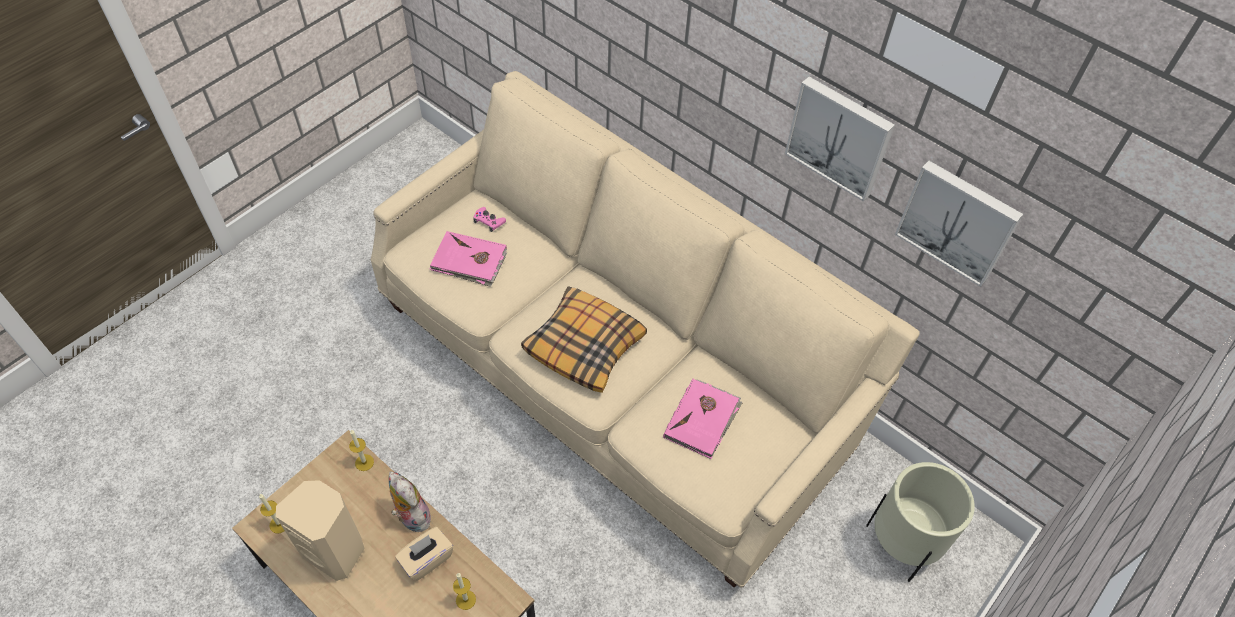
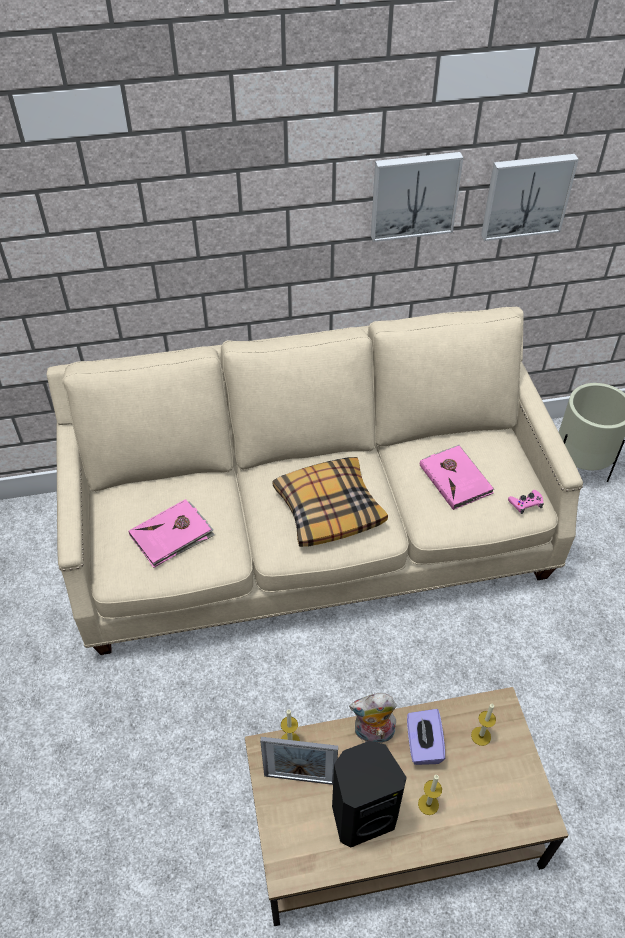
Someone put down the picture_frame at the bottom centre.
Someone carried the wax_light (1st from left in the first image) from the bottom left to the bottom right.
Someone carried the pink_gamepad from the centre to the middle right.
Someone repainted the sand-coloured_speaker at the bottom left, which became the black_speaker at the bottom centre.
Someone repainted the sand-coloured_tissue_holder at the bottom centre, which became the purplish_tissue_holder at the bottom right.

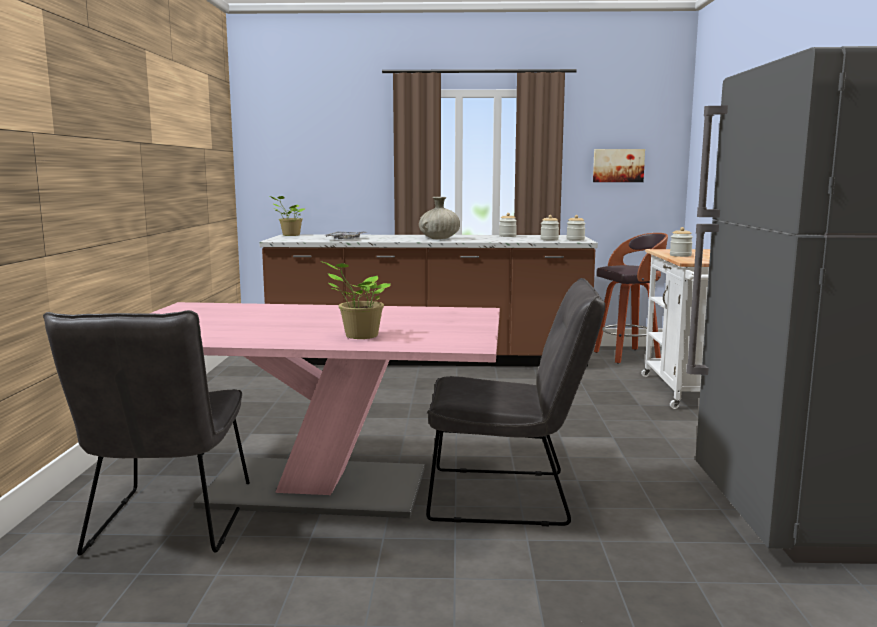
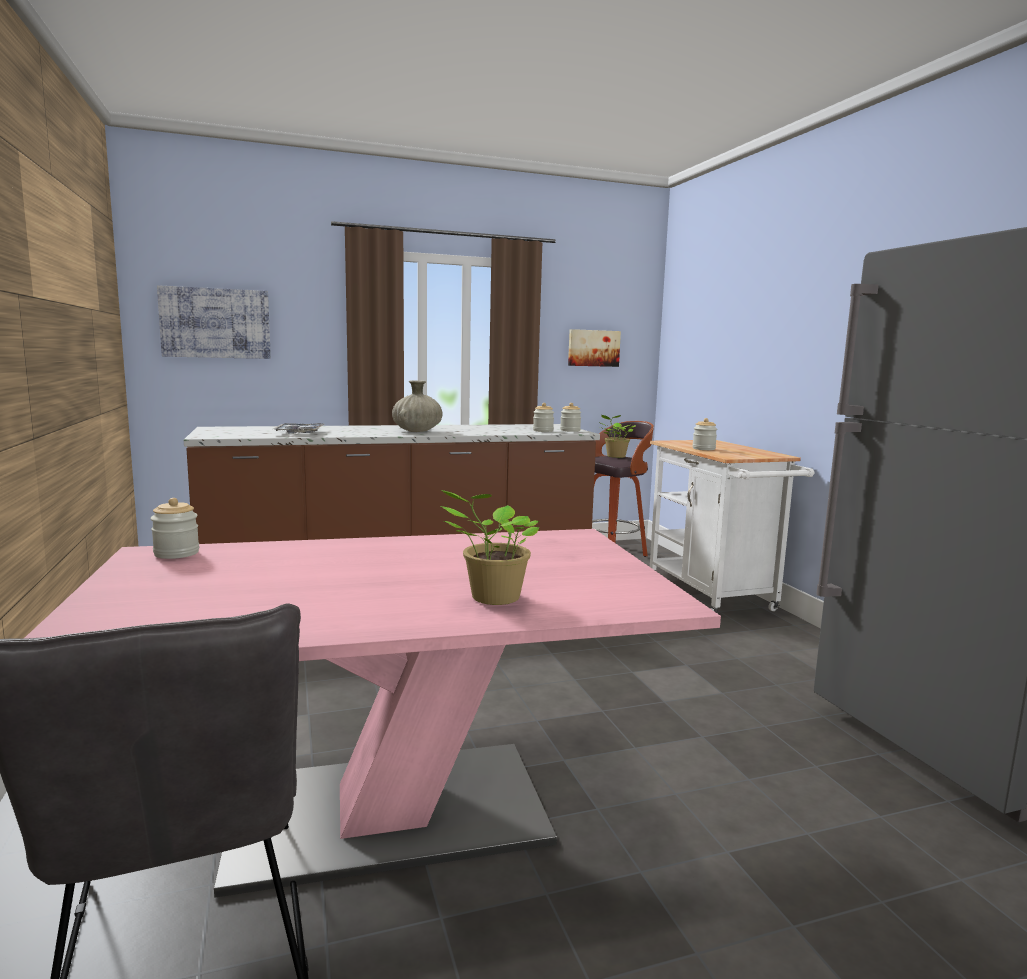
Someone took away the greyish_plain_chair (2nd from left) at the centre.
Someone put up the wall_picture (1st from left) at the top left.
Someone carried the houseplant (1st from left in the first image) from the middle left to the centre.
Someone carried the preserve_jar (1st from left) from the centre to the middle left.

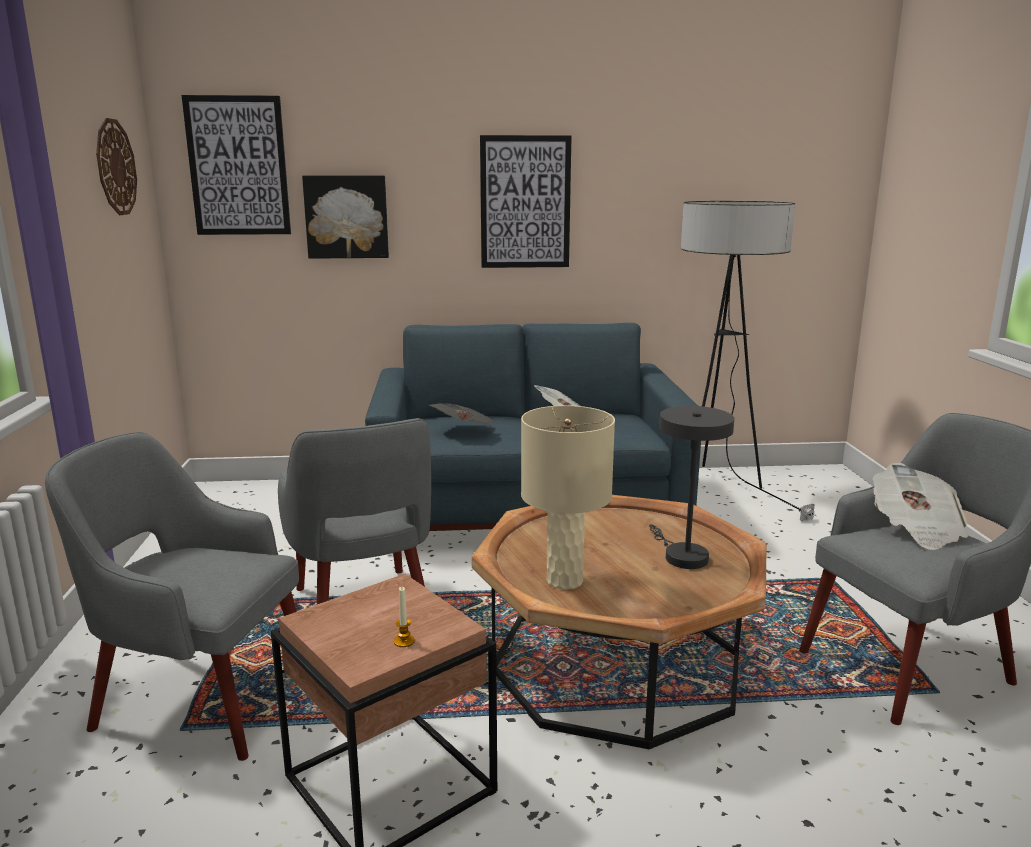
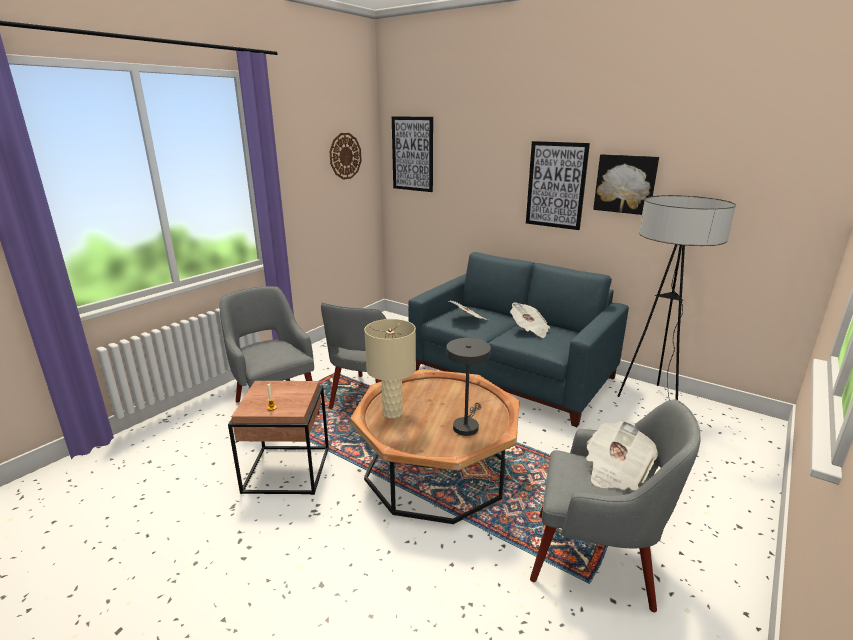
Someone carried the wall_picture (2nd from left in the first image) from the top centre to the top right.

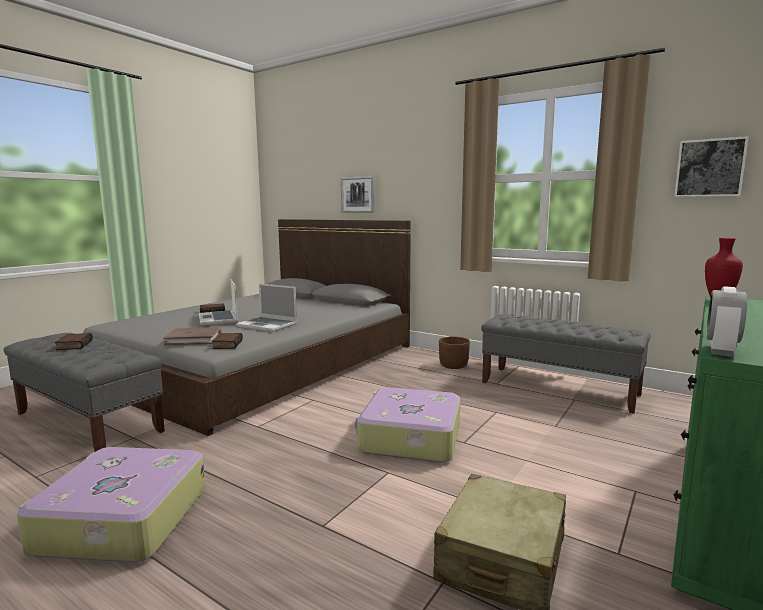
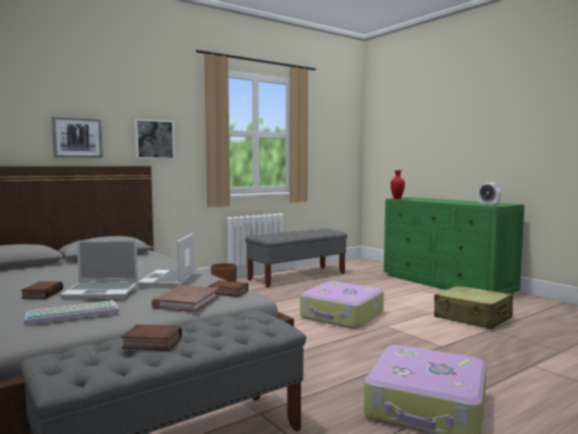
Someone put down the PC_keyboard at the bottom left.
Someone carried the wall_picture (2nd from left) from the top right to the top left.
Someone rotated the notebook_computer (2nd from left) at the centre by 135 degrees clockwise.

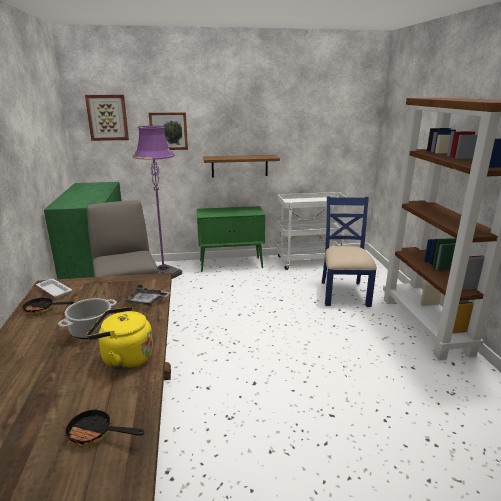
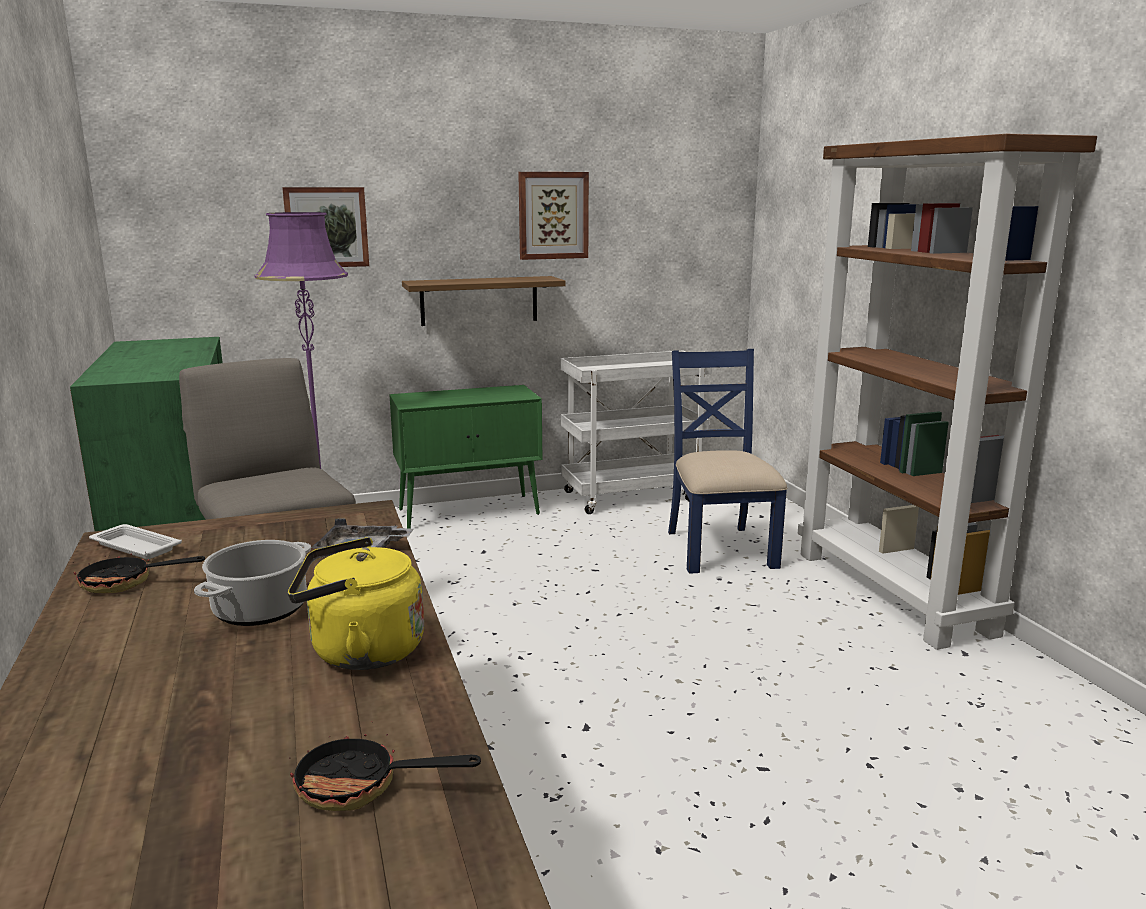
Someone carried the wall_picture (1st from left in the first image) from the top left to the top centre.

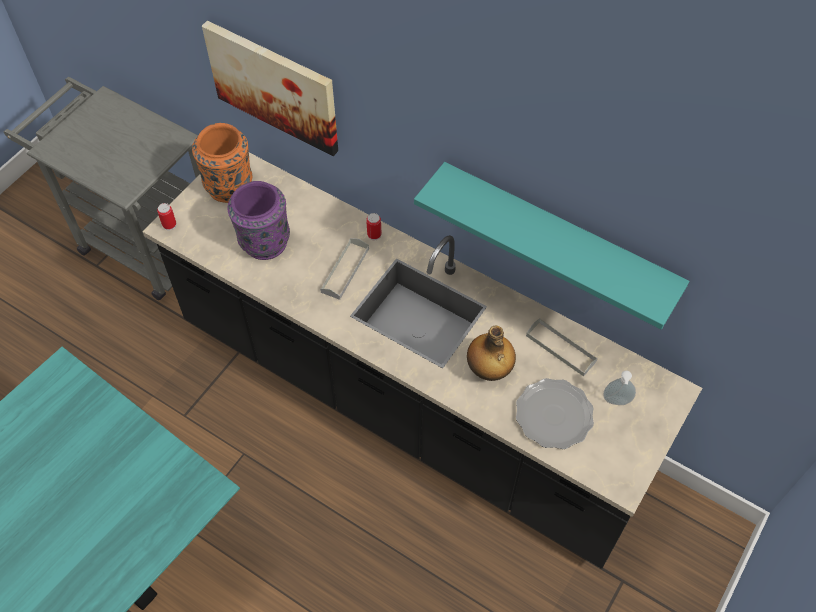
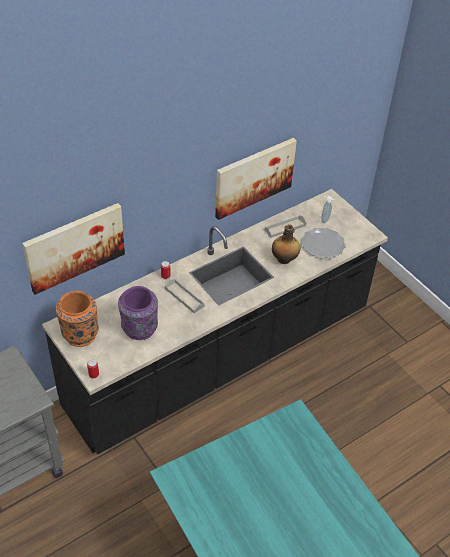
Someone swapped the turquoise-coloured_shelf at the middle right for the wall_picture (2nd from left) at the top centre.

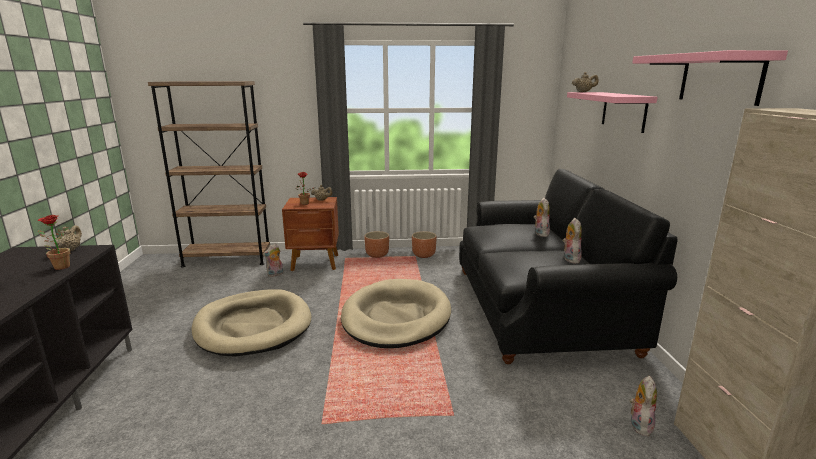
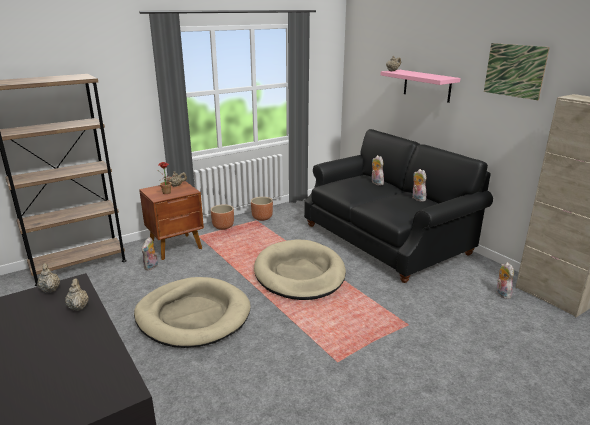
Someone swapped the houseplant (1st from left) at the middle left for the sand-coloured_teapot (2nd from left) at the bottom left.
Someone swapped the pink_shelf (2nd from left) at the top right for the wall_picture at the top right.

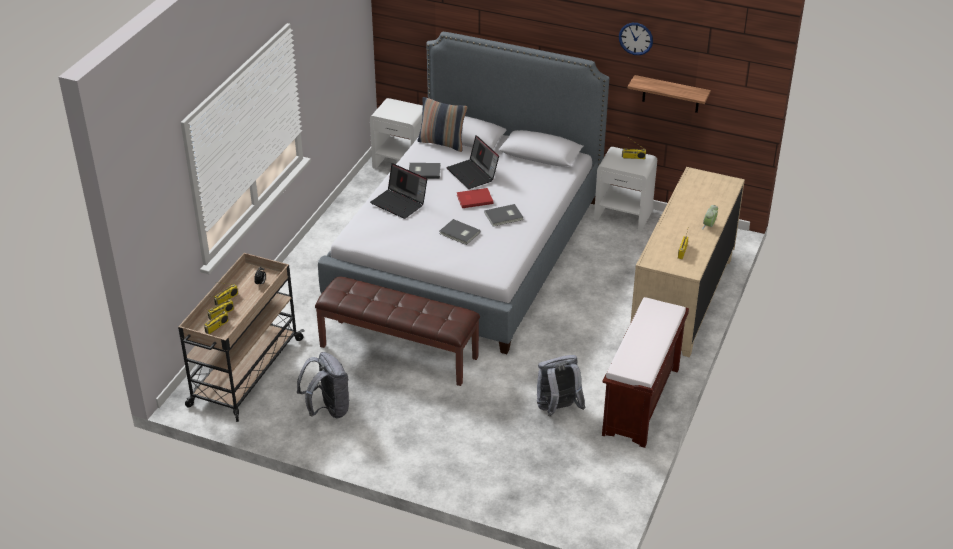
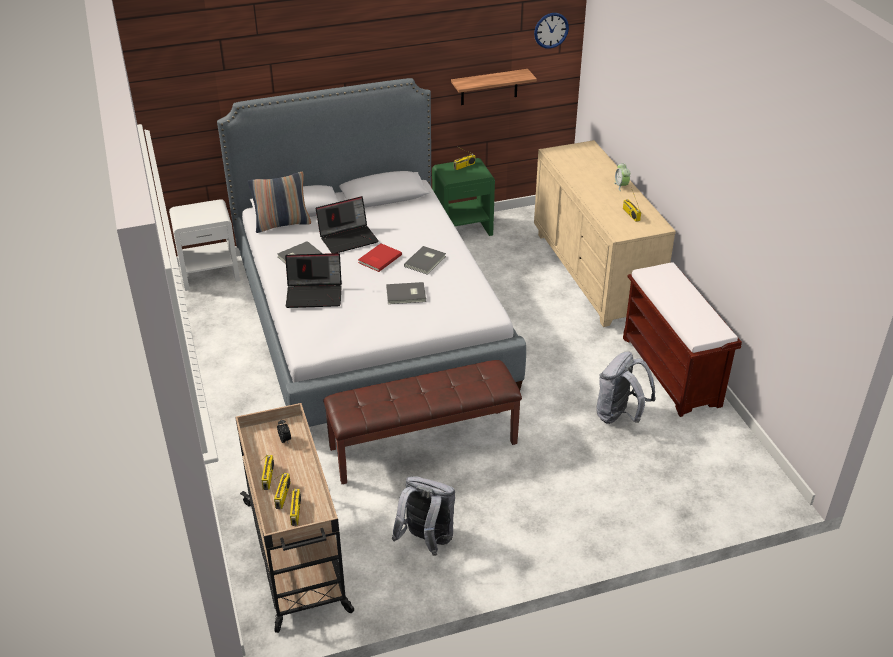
Someone carried the wall_clock from the top right to the top centre.
Someone repainted the whitish_nightstand (2nd from left) at the centre, which became the greenish_nightstand at the top centre.
Someone rotated the notebook_computer (2nd from left) at the top centre by 45 degrees counterclockwise.

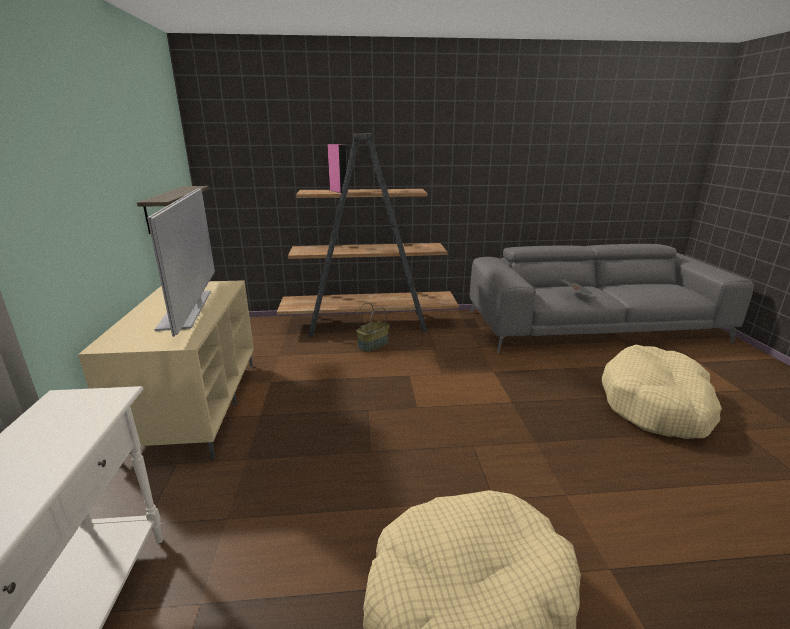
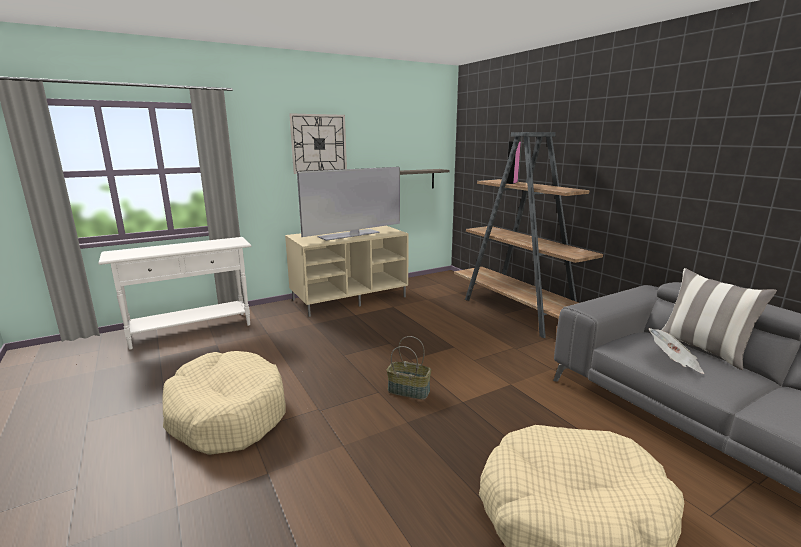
Someone put up the wall_clock at the top centre.
Someone put down the throw_pillow at the middle right.
Someone carried the storage_basket from the centre to the bottom centre.

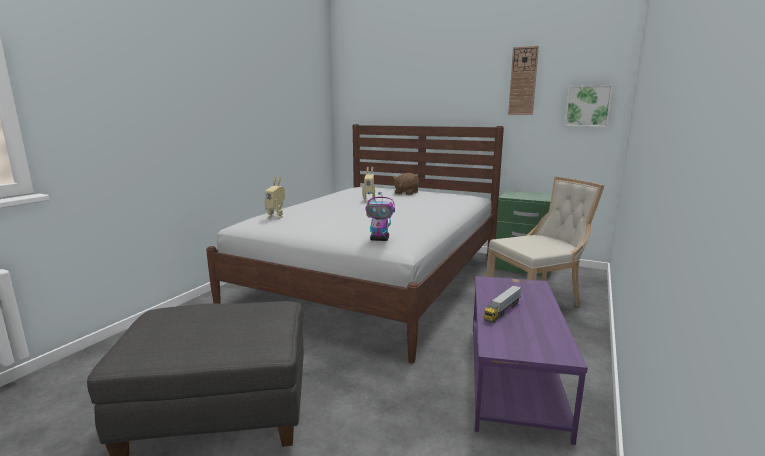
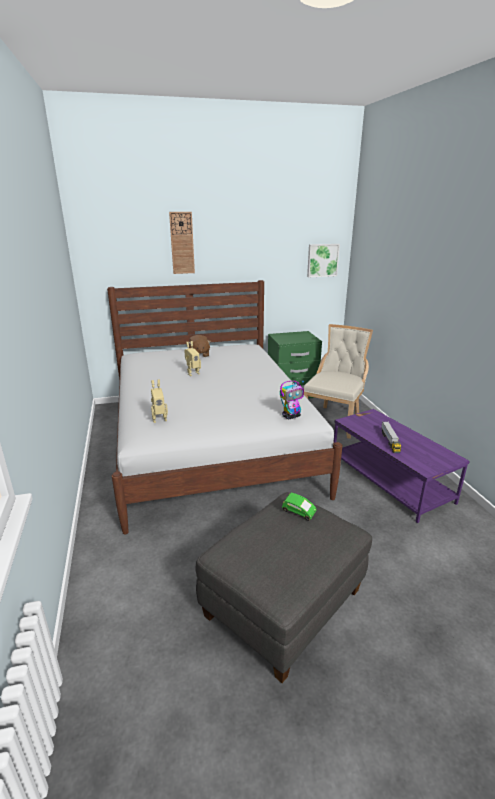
Someone put down the greenish_toy_car at the centre.
Someone carried the wall_clock from the top right to the top centre.

